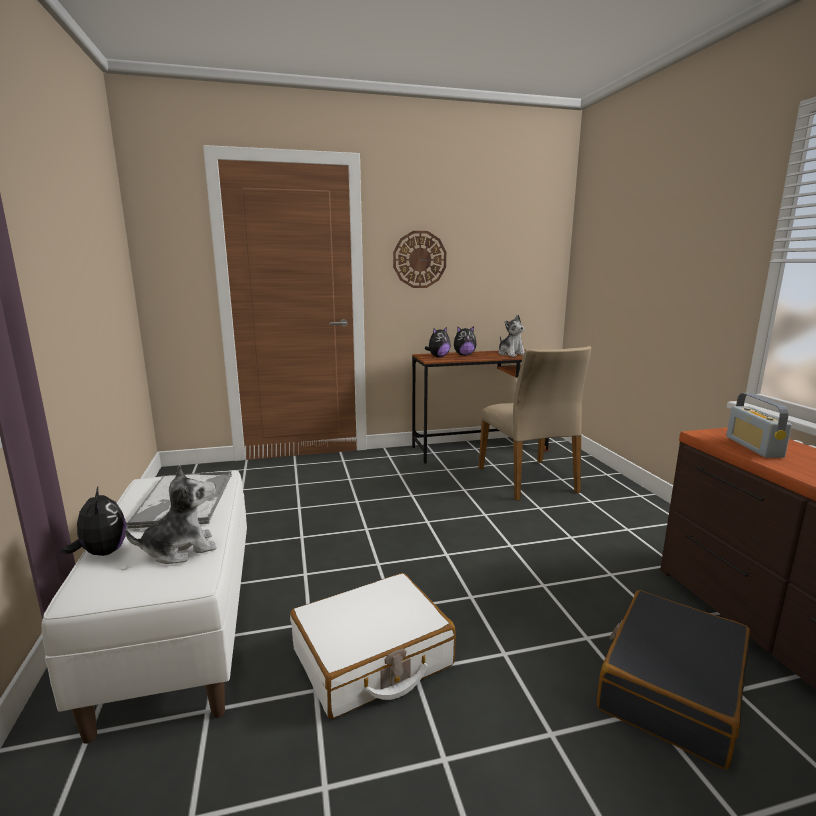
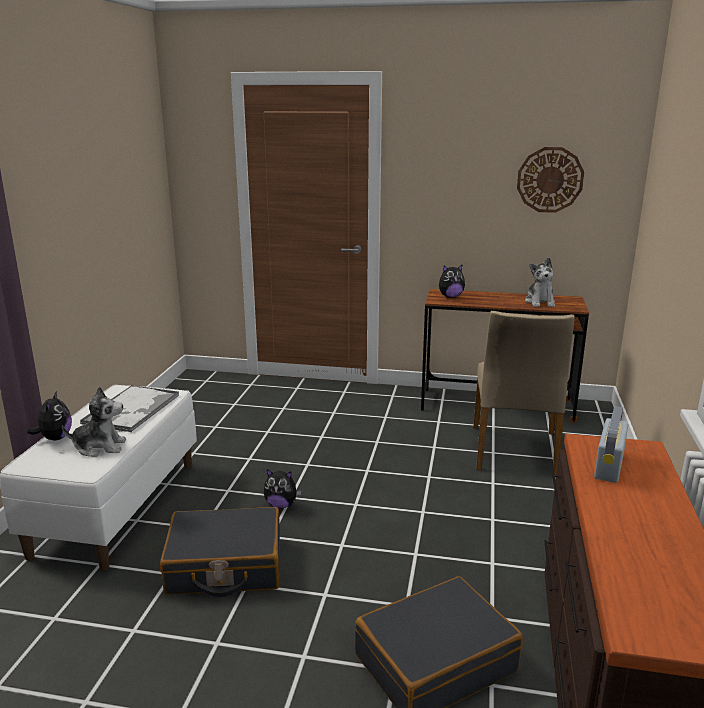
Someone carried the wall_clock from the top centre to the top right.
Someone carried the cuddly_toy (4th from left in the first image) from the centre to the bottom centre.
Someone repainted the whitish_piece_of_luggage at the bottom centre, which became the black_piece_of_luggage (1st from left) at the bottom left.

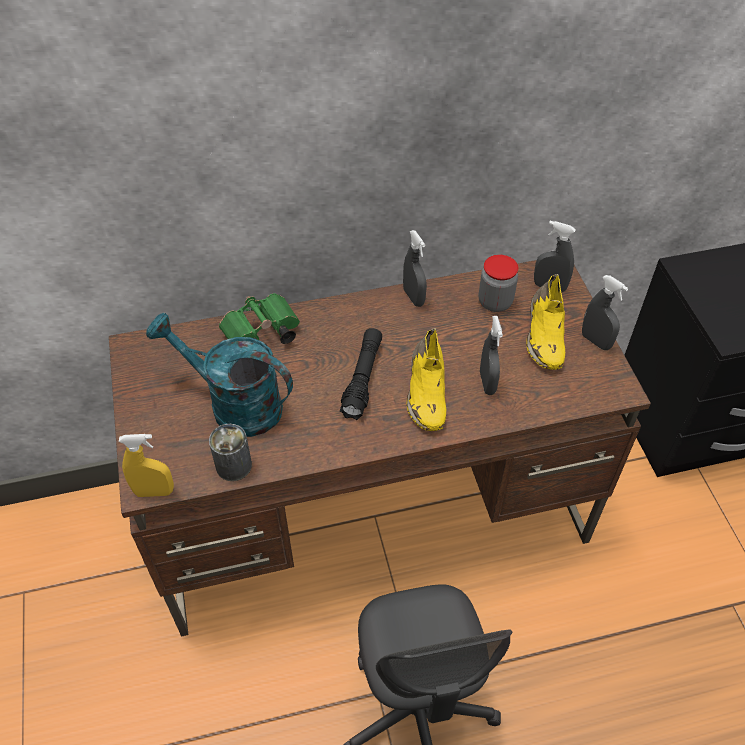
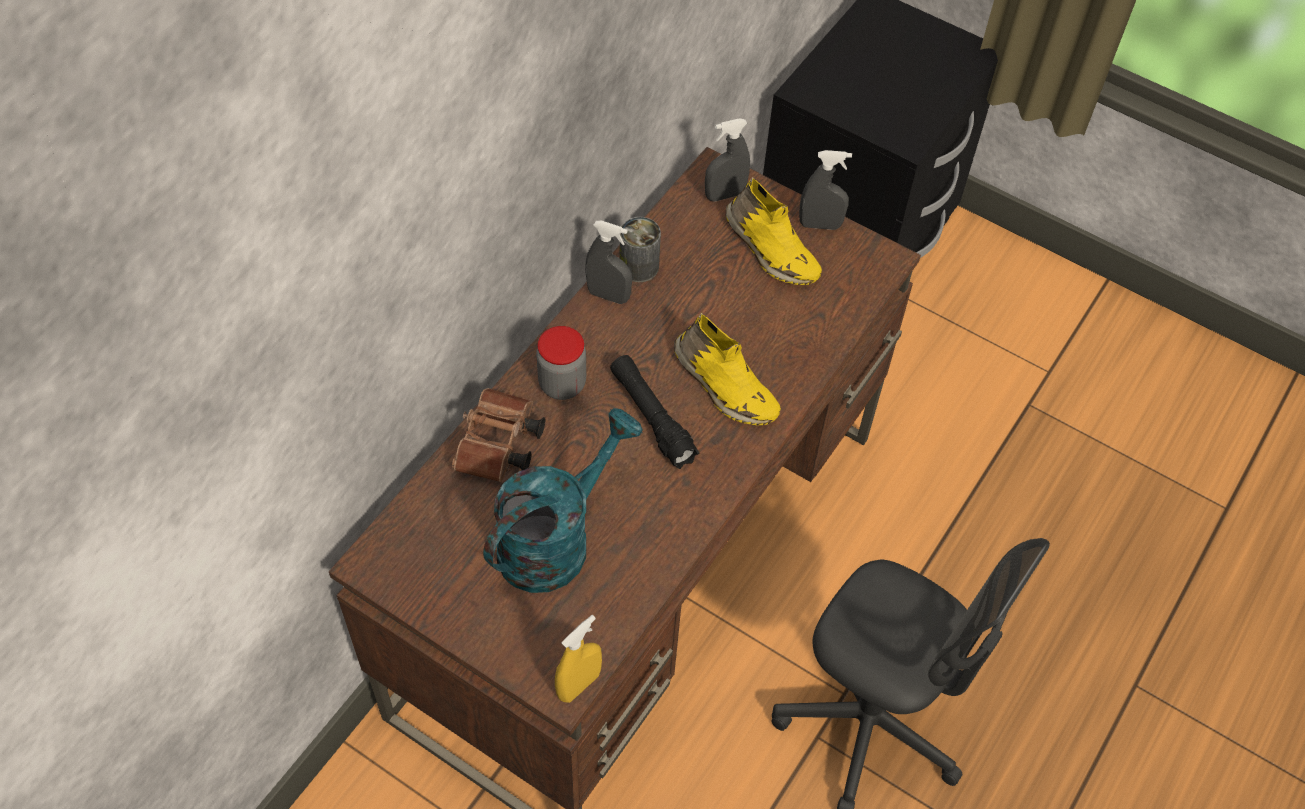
Someone took away the greyish_spray_bottle (2nd from left) at the centre.
Someone carried the sealed_can from the middle left to the top centre.
Someone carried the preserve_jar from the middle right to the centre.
Someone repainted the greenish_pair_of_binoculars at the centre, which became the brownish_pair_of_binoculars at the centre.
Someone rotated the turquoise-coloured_watering_pot at the middle left by 150 degrees clockwise.

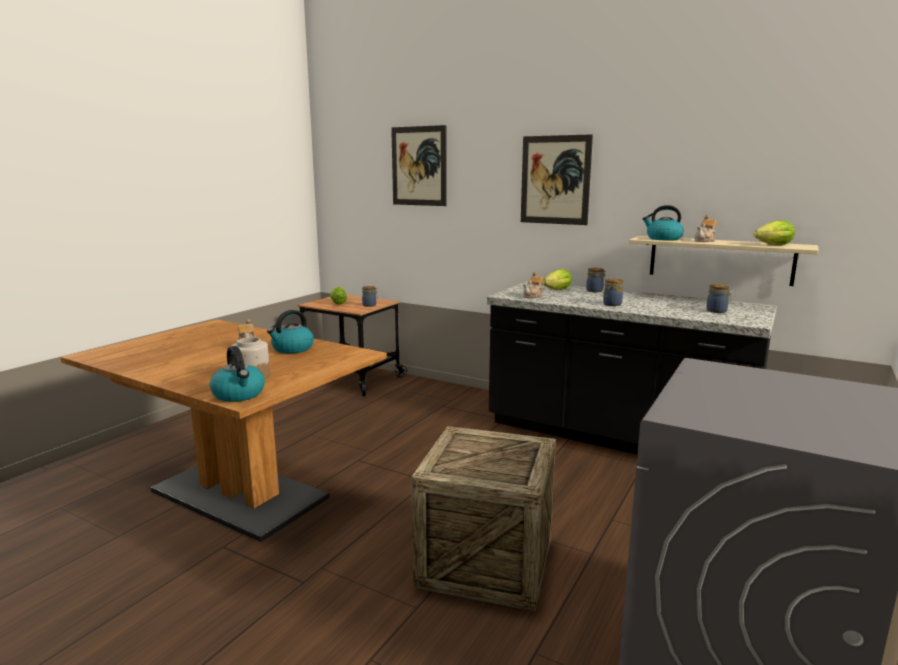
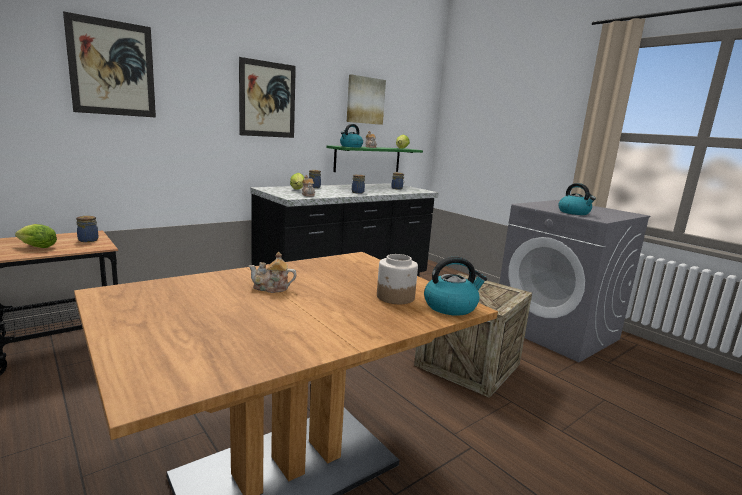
Someone put up the wall_picture (3rd from left) at the top centre.
Someone carried the kettle (2nd from left in the first image) from the middle left to the middle right.
Someone repainted the sand-coloured_shelf at the middle right, which became the greenish_shelf at the top centre.

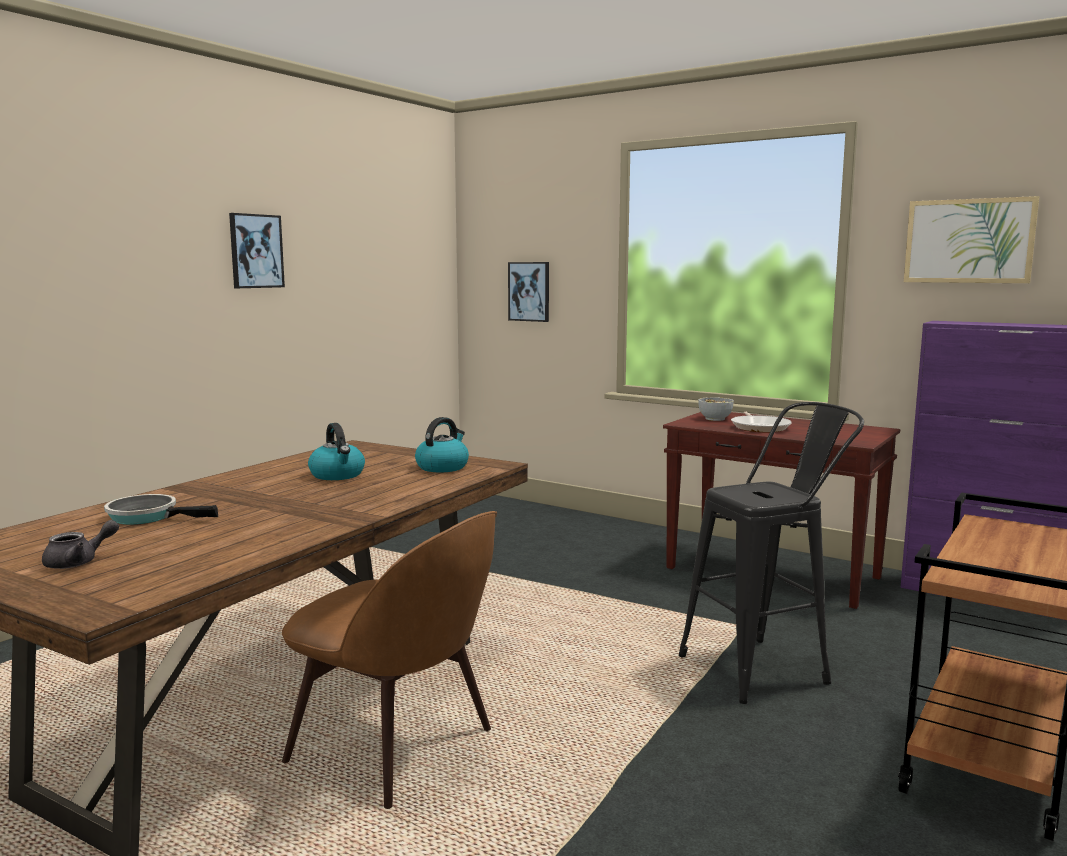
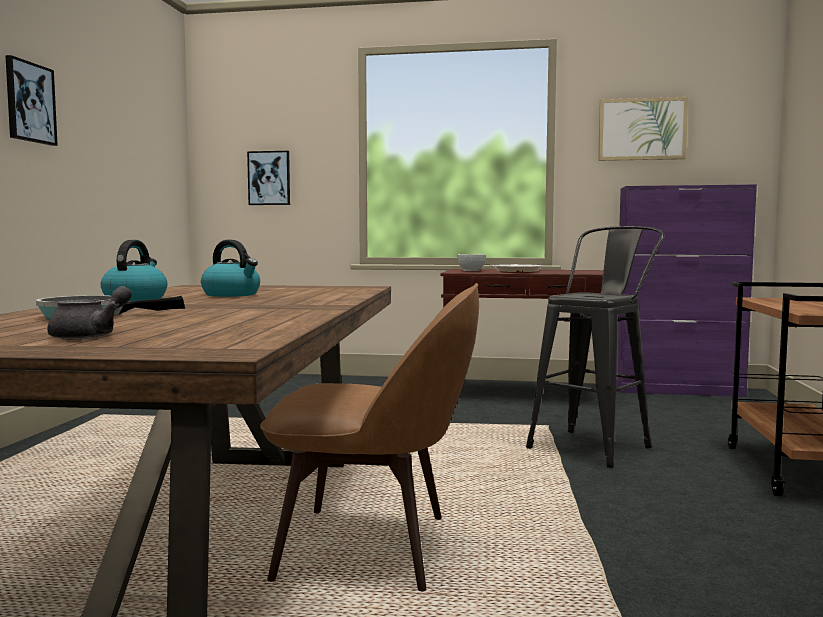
Someone carried the kettle (2nd from left in the first image) from the centre to the middle left.

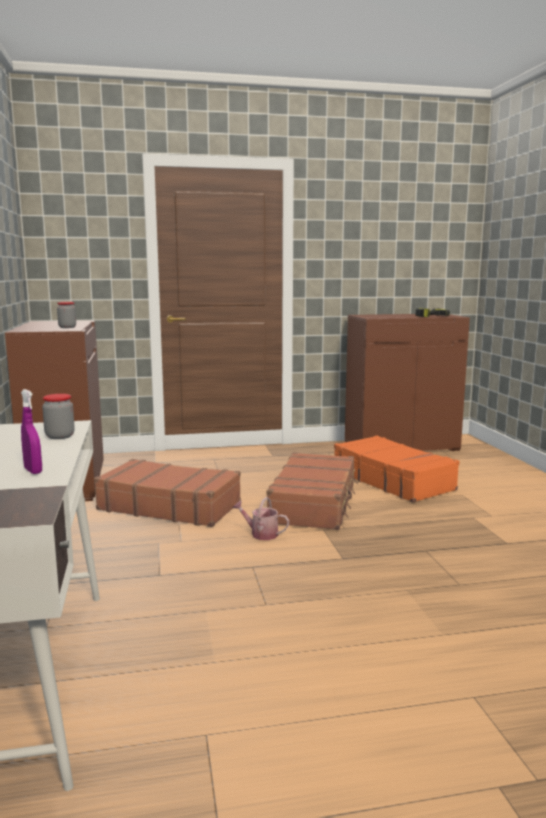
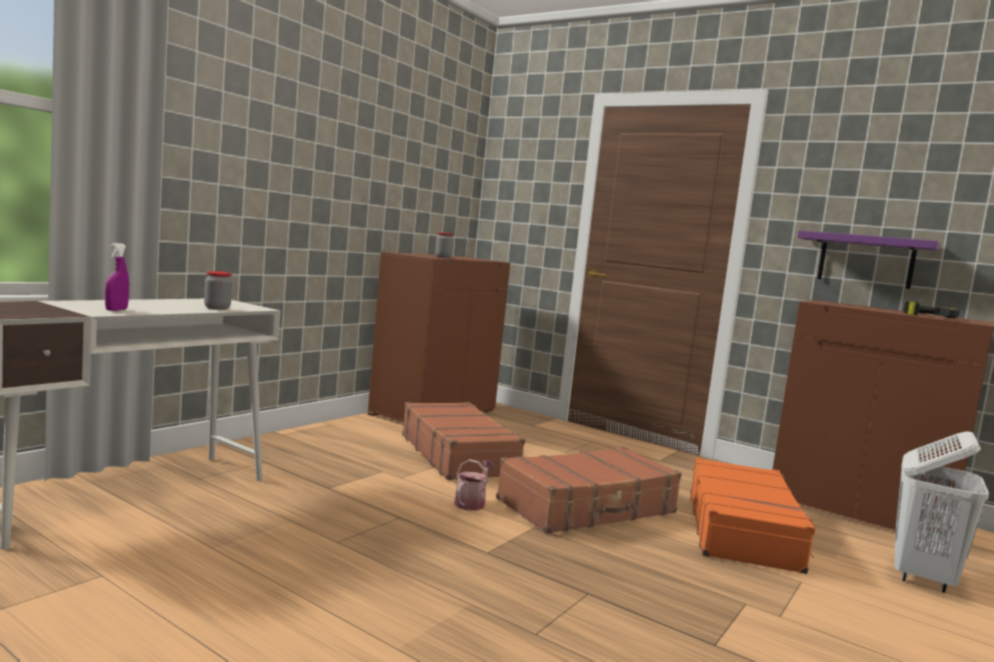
Someone put up the purplish_shelf at the middle right.
Someone put down the whitish_laundry_basket at the bottom right.
Someone rotated the watering_pot at the centre by 45 degrees clockwise.

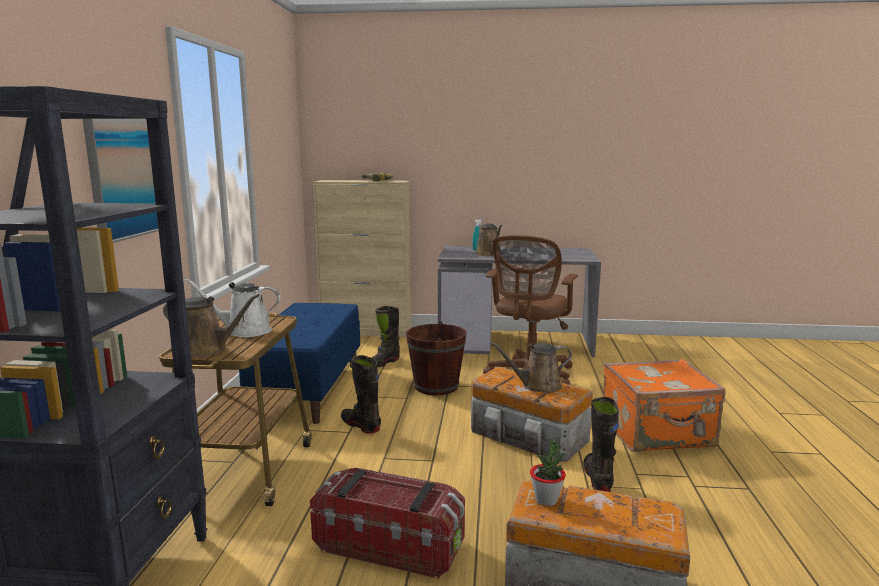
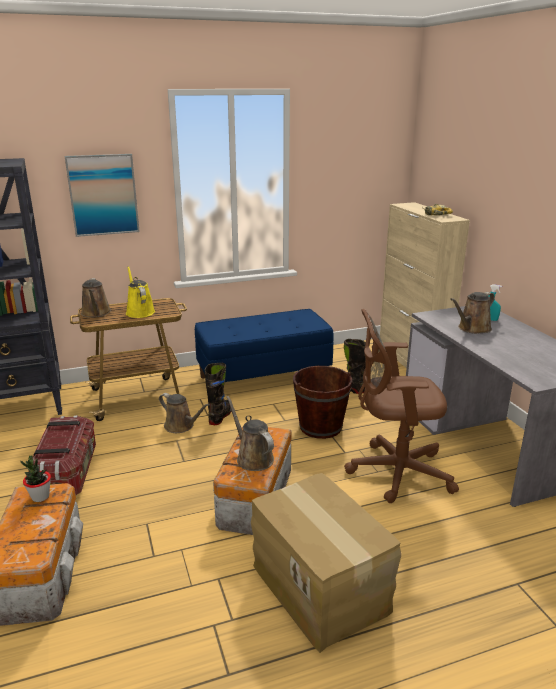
Someone took away the black_high-top_boot (3rd from left) at the bottom right.
Someone put down the brownish_watering_pot (2nd from left) at the middle left.
Someone swapped the orangey_piece_of_luggage at the bottom right for the carton at the bottom centre.
Someone repainted the whitish_watering_pot at the middle left, which became the yellow-coloured_watering_pot at the middle left.

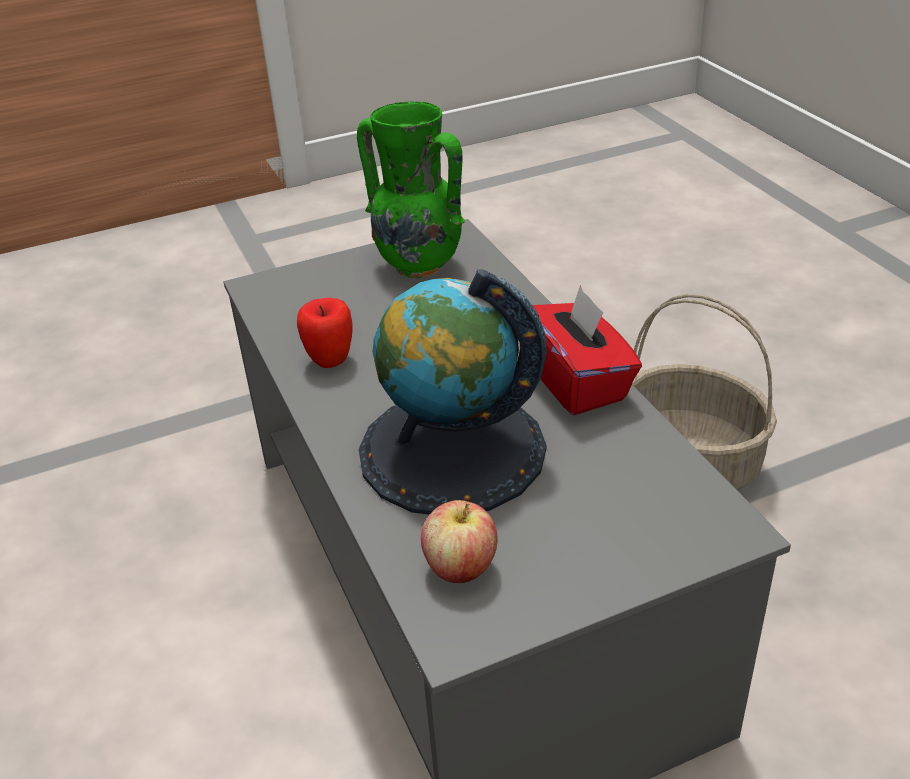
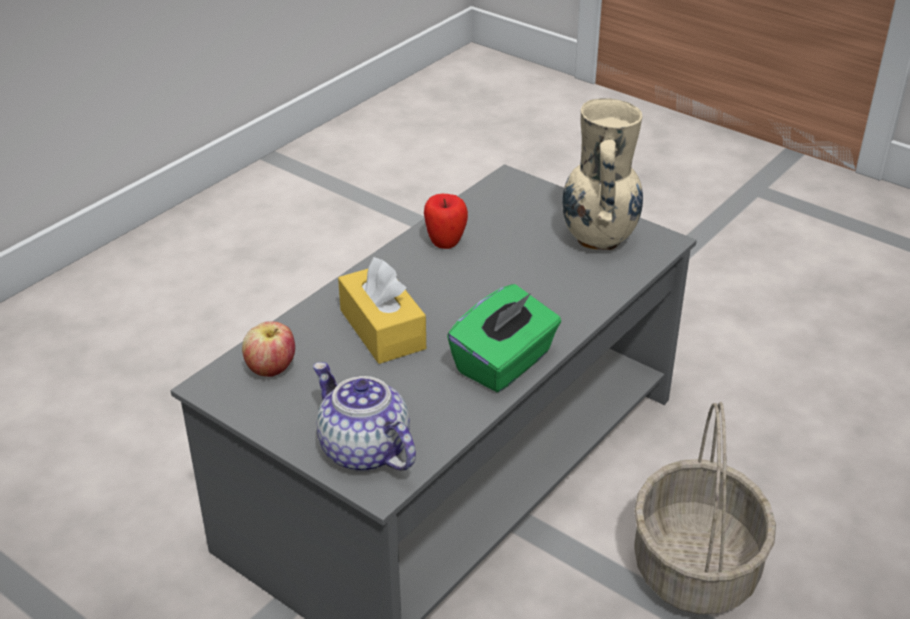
Someone put down the teapot at the bottom centre.
Someone swapped the desk_globe at the centre for the yellow-coloured_tissue_holder at the centre.
Someone repainted the greenish_vase at the top centre, which became the sand-coloured_vase at the top centre.
Someone repainted the reddish_tissue_holder at the centre, which became the greenish_tissue_holder at the centre.

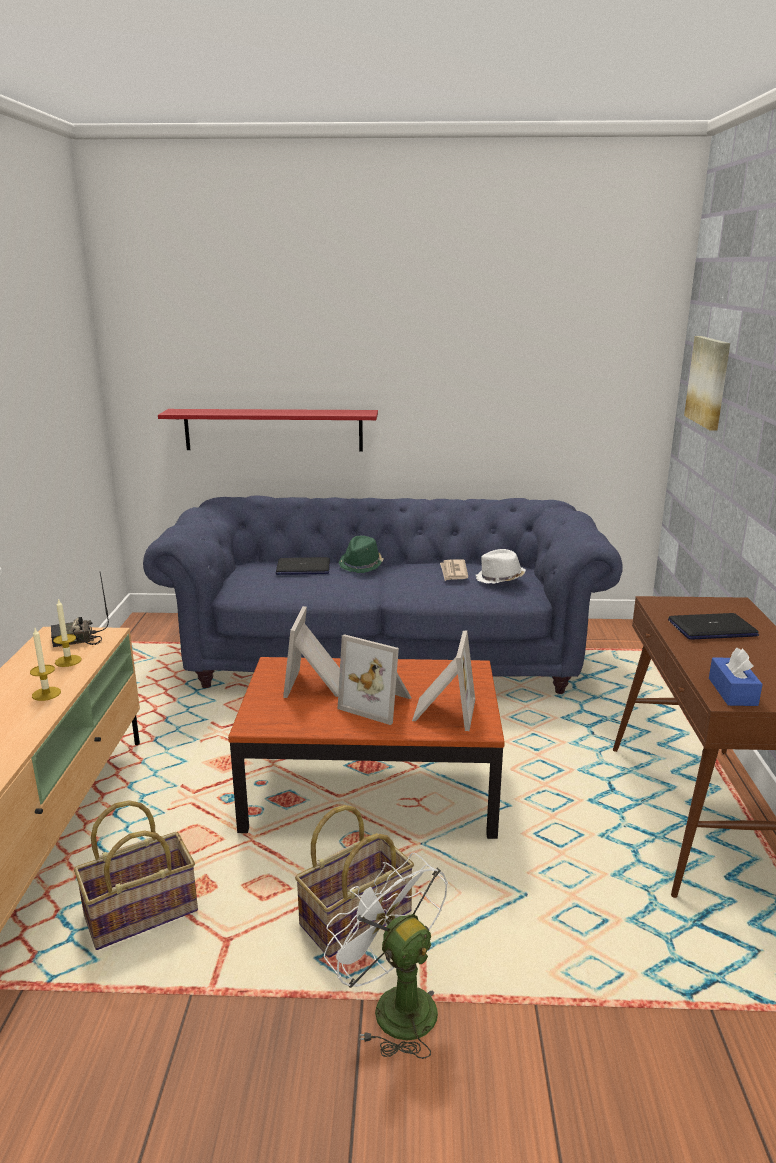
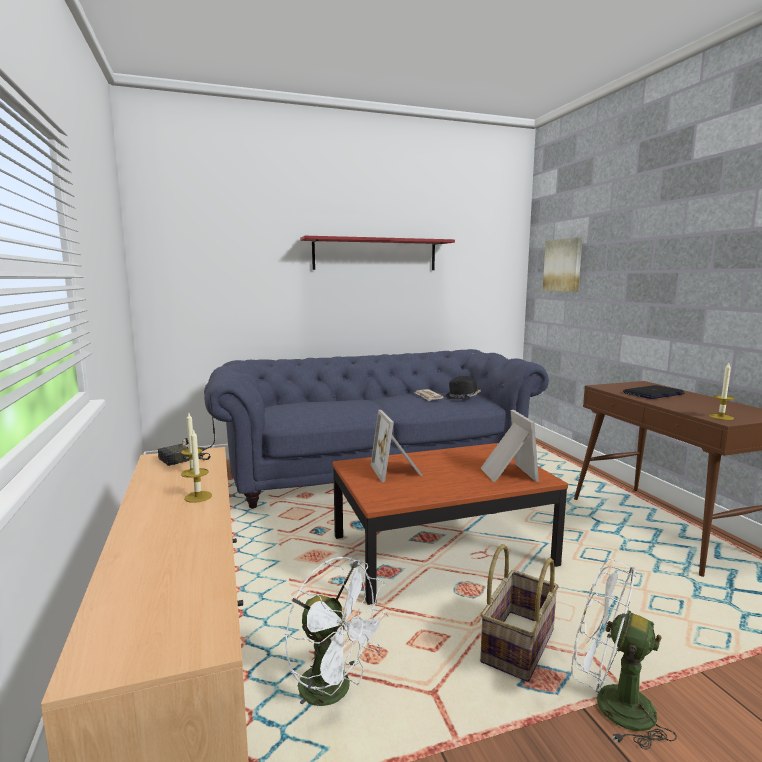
Someone took away the notebook_computer (1st from left) at the centre.
Someone took away the picture_frame (2nd from left) at the centre.
Someone took away the greenish_clothing_hat at the centre.
Someone carried the reddish_shelf from the centre to the top centre.
Someone swapped the storage_basket (1st from left) at the bottom left for the whitish_fan (1st from left) at the bottom centre.
Someone swapped the bluish_tissue_holder at the middle right for the wax_light (3rd from left) at the middle right.
Someone repainted the whitish_clothing_hat at the centre, which became the black_clothing_hat at the centre.

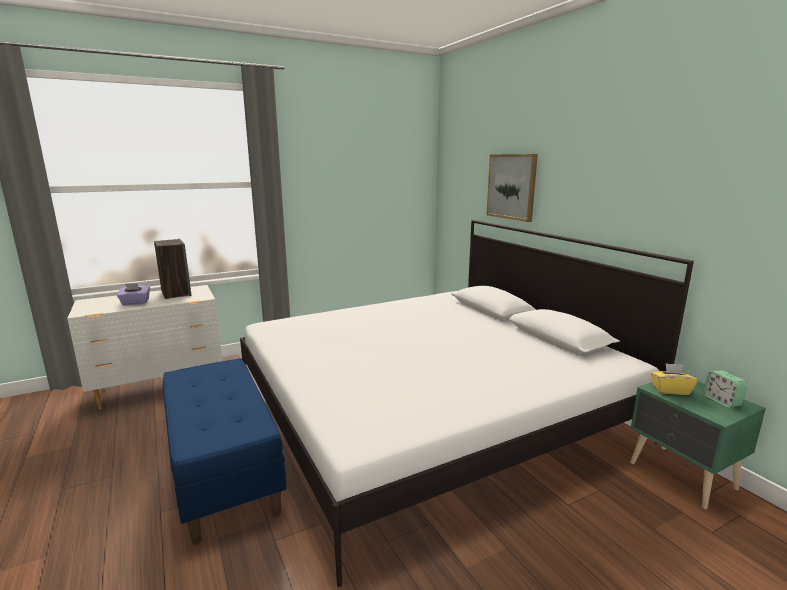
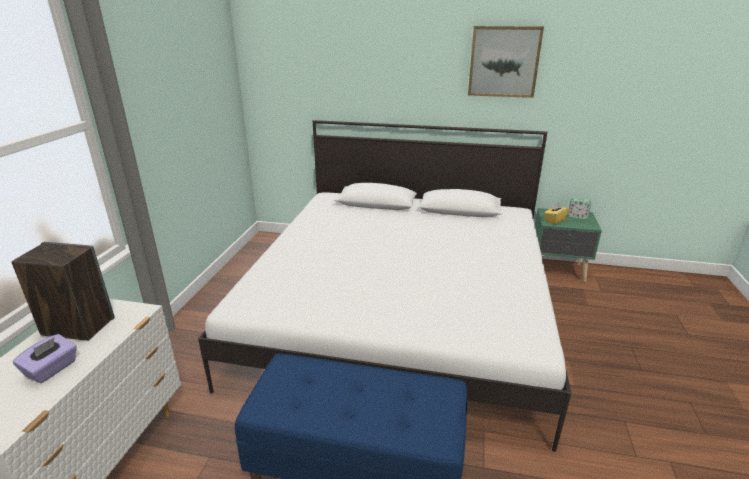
Someone carried the wall_picture from the top centre to the top right.

